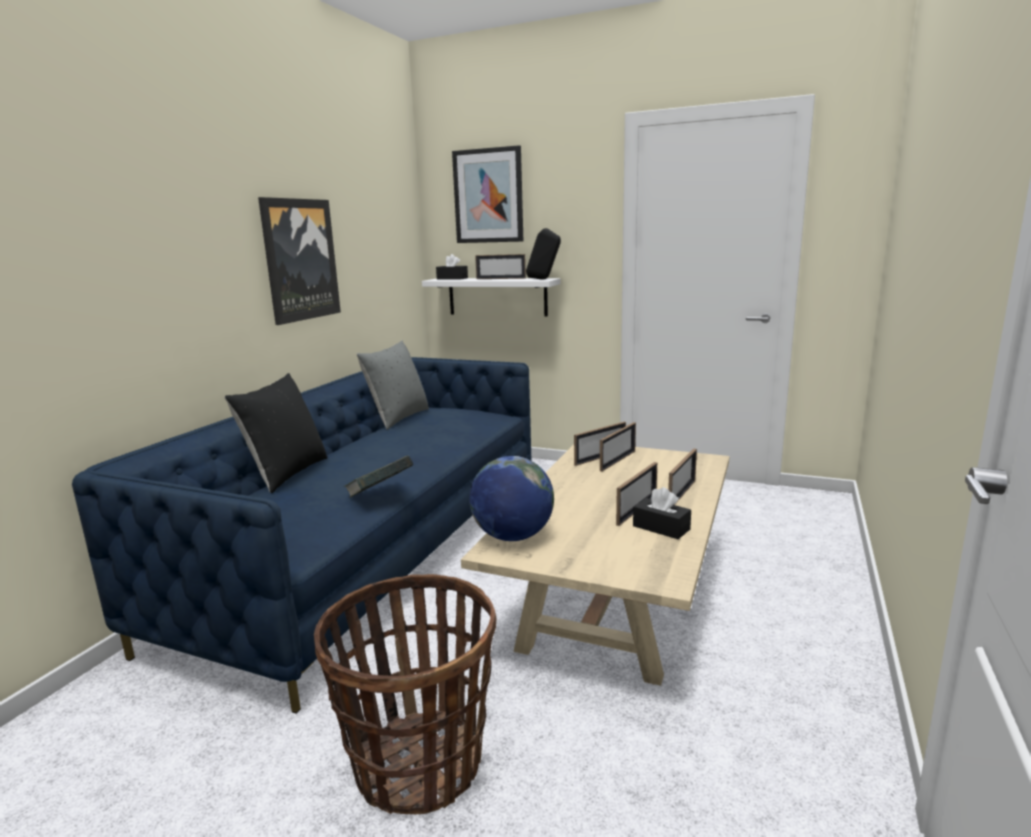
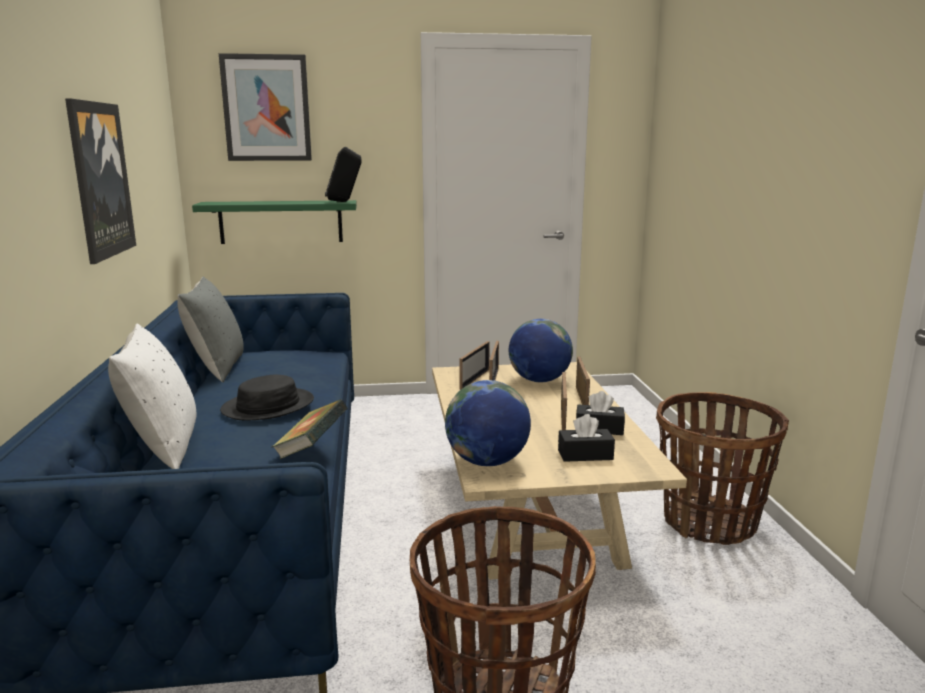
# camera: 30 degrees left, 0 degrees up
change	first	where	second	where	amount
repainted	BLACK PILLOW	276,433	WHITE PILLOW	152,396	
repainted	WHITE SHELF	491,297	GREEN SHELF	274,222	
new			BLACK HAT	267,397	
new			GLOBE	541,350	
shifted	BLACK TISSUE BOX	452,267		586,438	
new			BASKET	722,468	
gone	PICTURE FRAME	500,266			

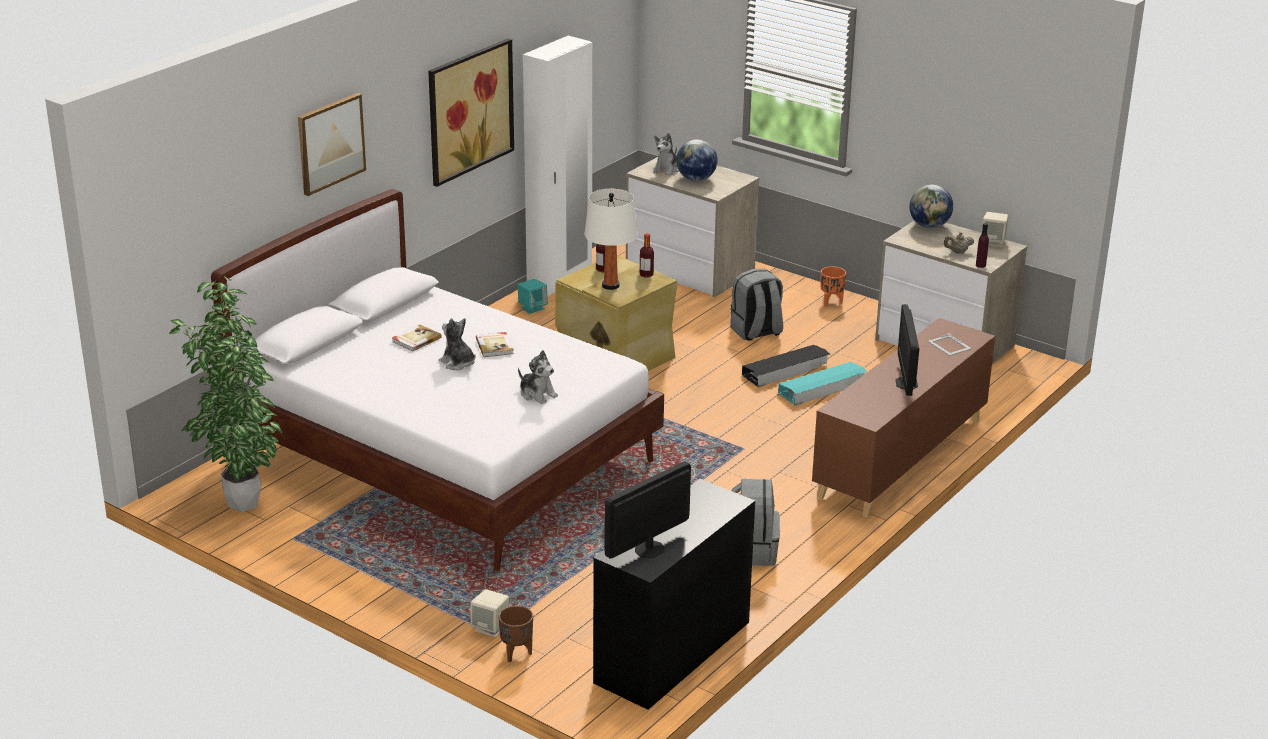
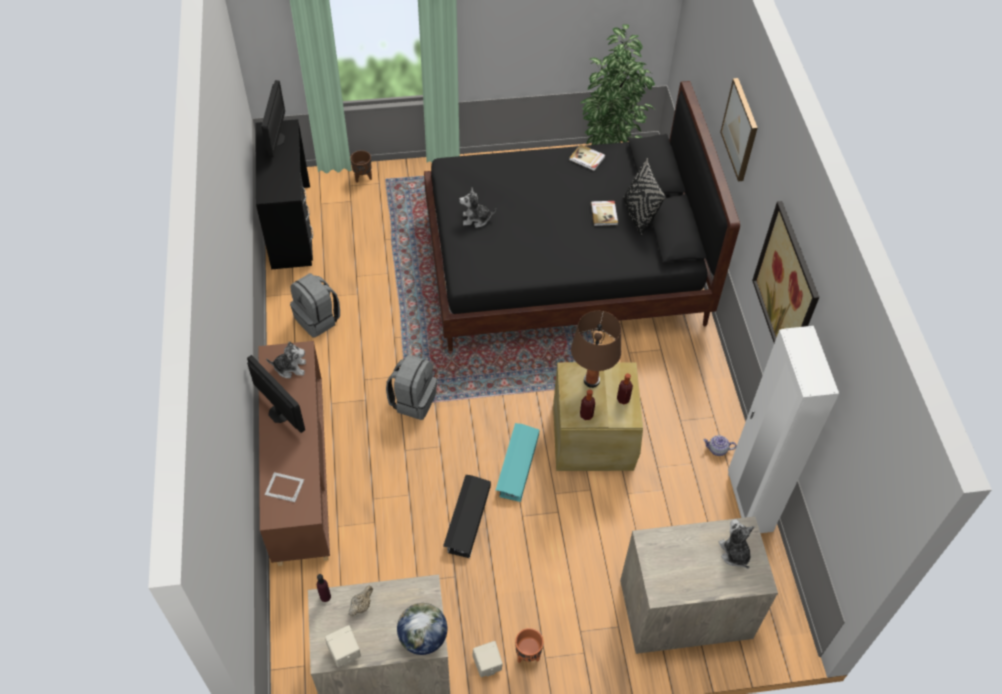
# camera: 135 degrees right, 25 degrees up
change	first	where	second	where	amount
shifted	PLUSH TOY	457,344		286,360	
shifted	GREY BACKPACK	756,305		411,387	
repainted	WHITE BED	437,380	BLACK BED	582,216	
shifted	BEIGE SPEAKER	489,613		487,659	
shifted	TURQUOISE STORAGE BOX	823,384		518,462	
shifted	BOOK	495,344		587,157	
repainted	WHITE TABLE LAMP	611,239	BROWN TABLE LAMP	596,349	
new			BLACK PILLOW	644,197	
swapped	TURQUOISE SPEAKER	532,296	TEAPOT	720,445	
gone	GLOBE	697,160			

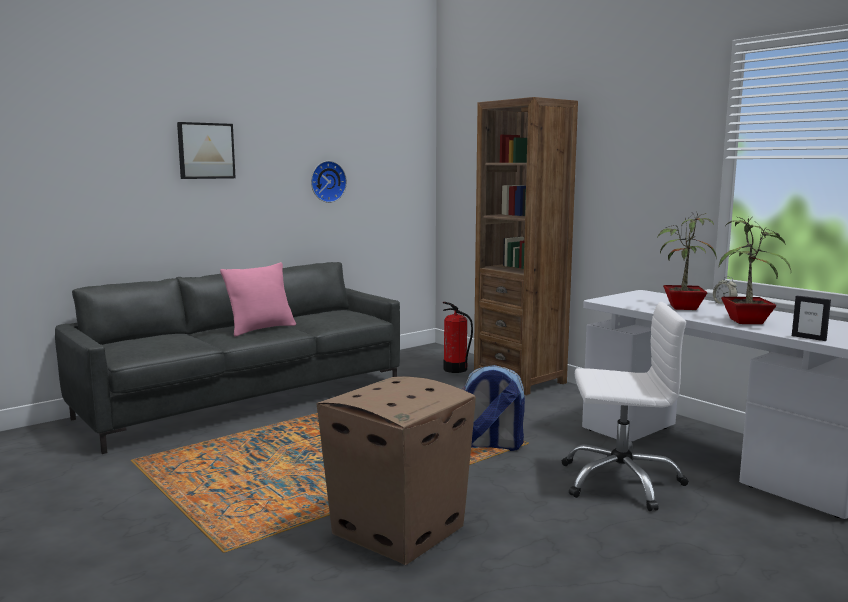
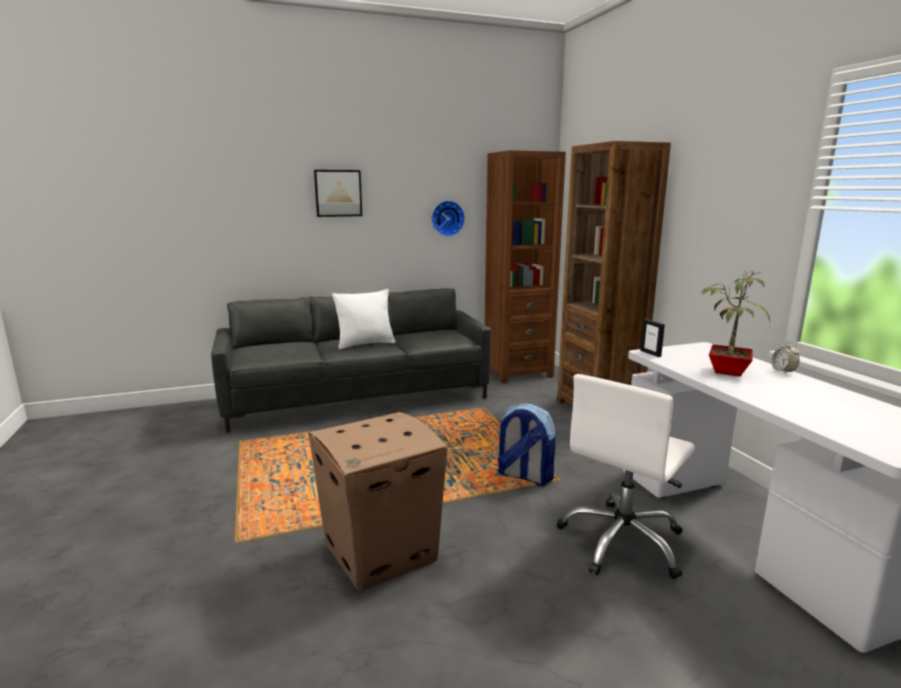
# camera: 20 degrees right, 5 degrees up
change	first	where	second	where	amount
repainted	PINK PILLOW	258,299	WHITE PILLOW	363,319	
new			BROWN BOOKCASE	525,266	
rotated	WHITE OFFICE CHAIR	625,406		626,476	105 degrees clockwise
shifted	PICTURE FRAME	811,318		652,338	
gone	FIRE EXTINGUISHER	458,337			
gone	POTTED PLANT	755,270			

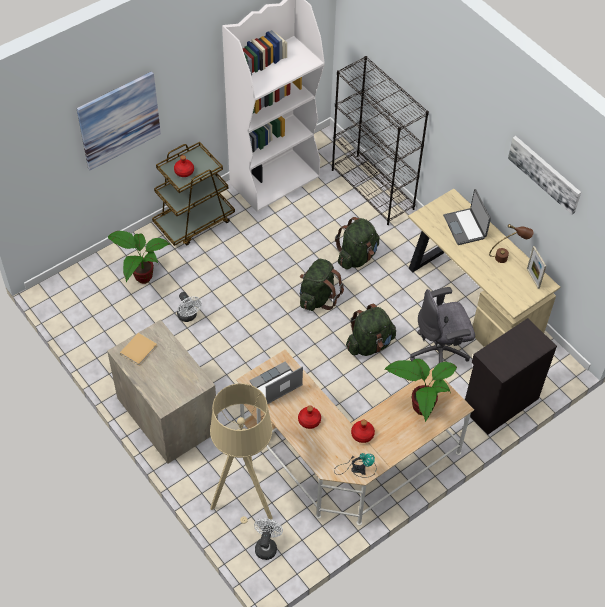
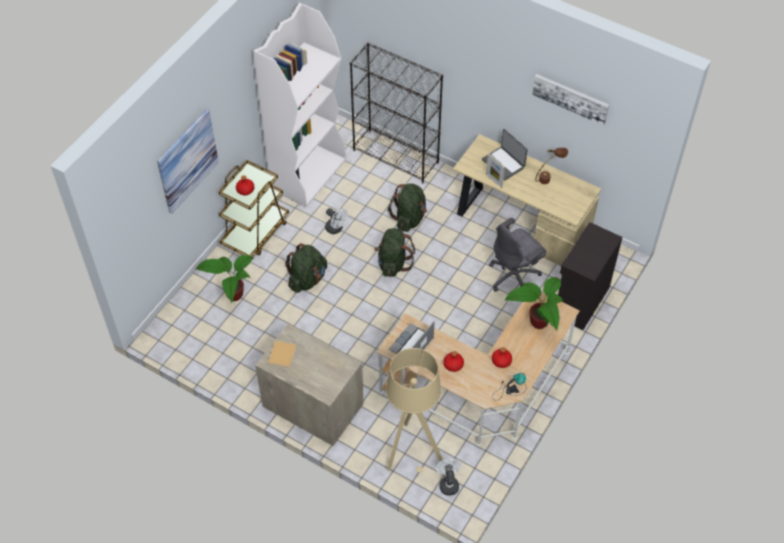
# camera: 20 degrees left, 0 degrees up
change	first	where	second	where	amount
shifted	GREEN BACKPACK	371,330		306,268	
shifted	WHITE FAN	189,307		336,221	
shifted	PICTURE FRAME	536,267		495,171	

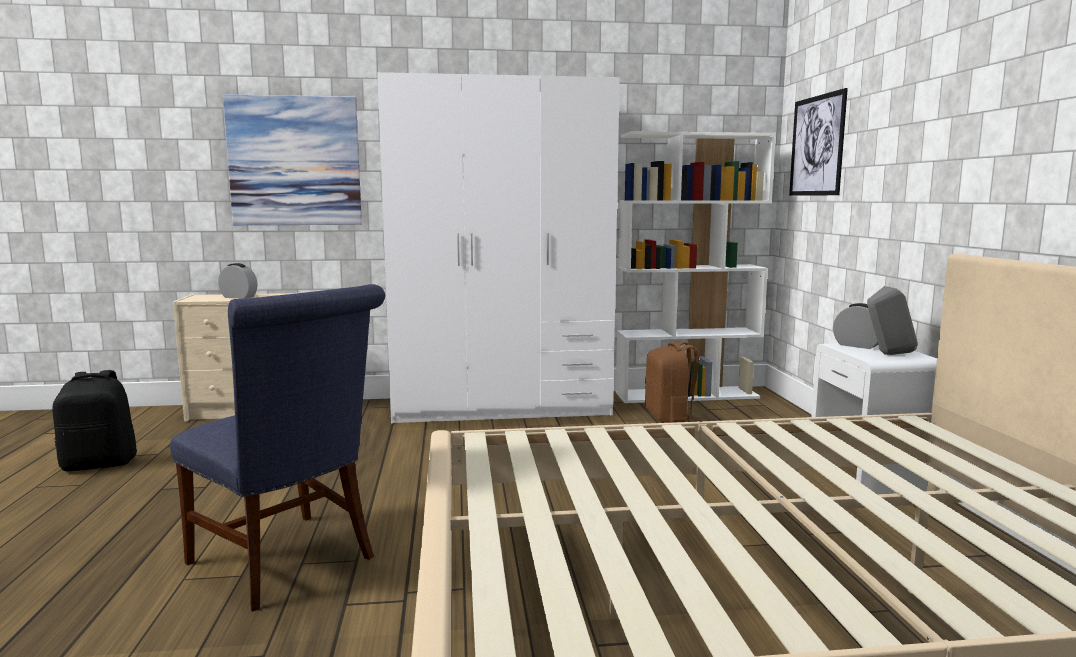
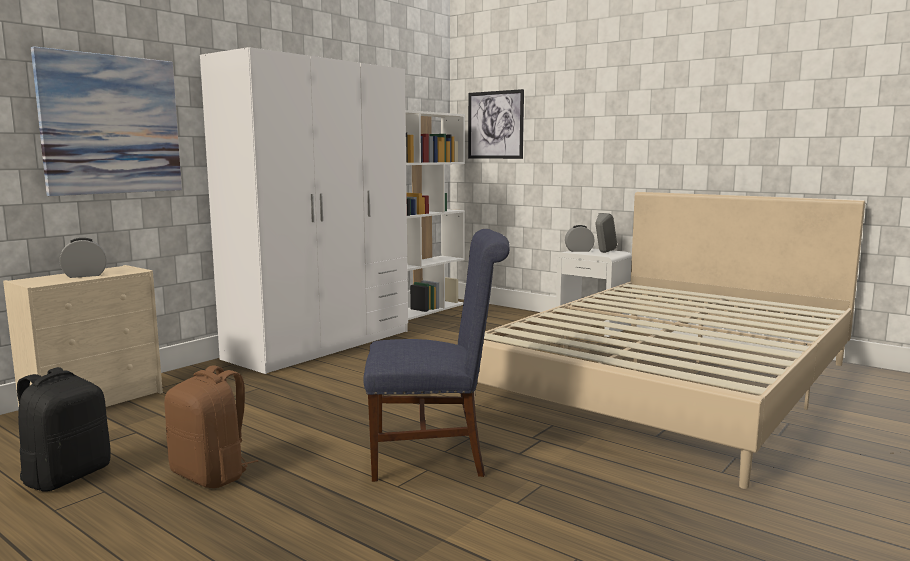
# camera: 45 degrees left, 0 degrees up
change	first	where	second	where	amount
shifted	BROWN BACKPACK	675,382		211,426	

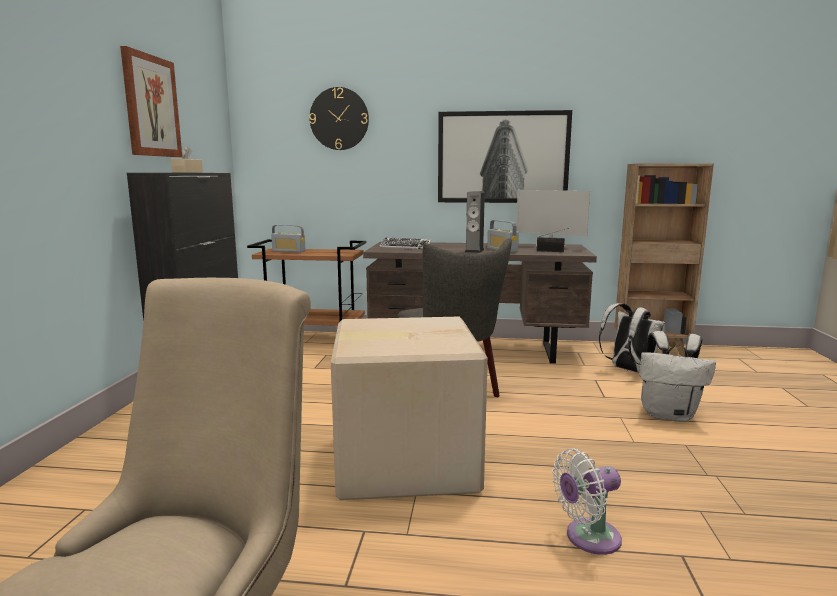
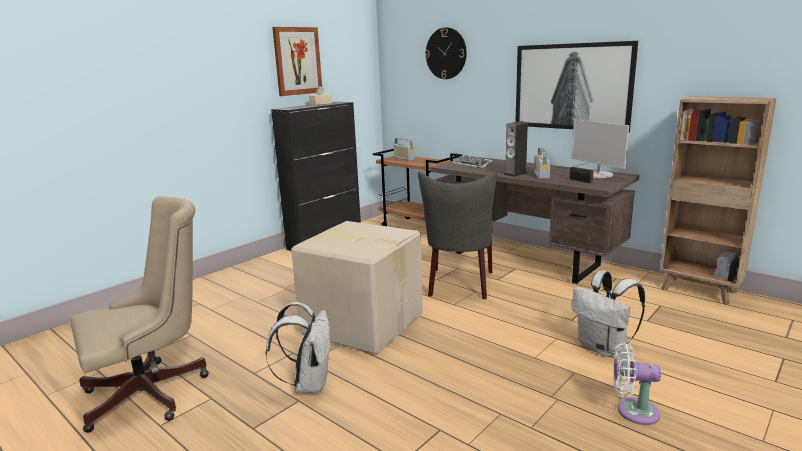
# camera: 35 degrees right, 5 degrees up
change	first	where	second	where	amount
shifted	WHITE BACKPACK	632,338		299,348	
shifted	WHITE FAN	587,501		637,384	

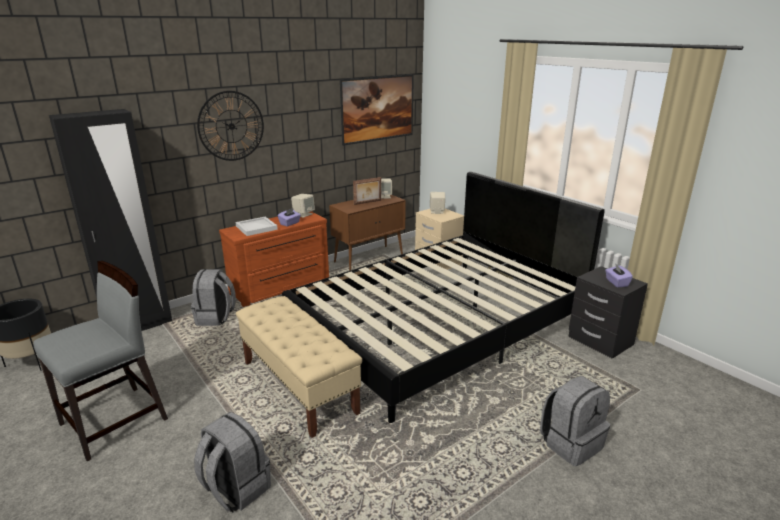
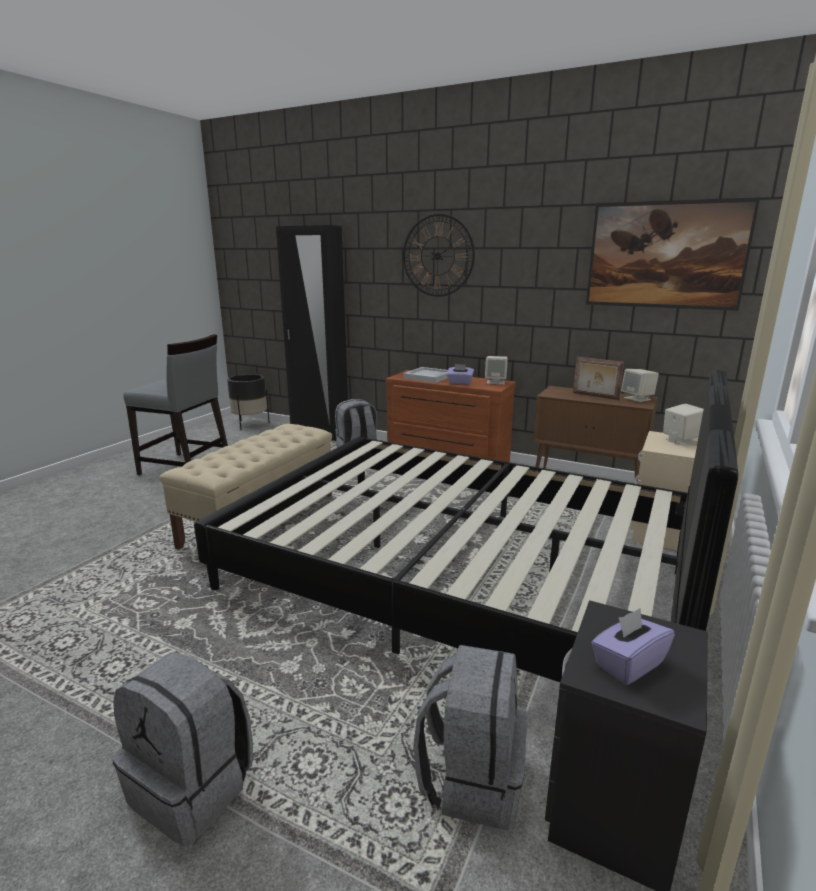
# camera: 65 degrees right, 5 degrees down
change	first	where	second	where	amount
shifted	GREY BACKPACK	232,462		470,737	

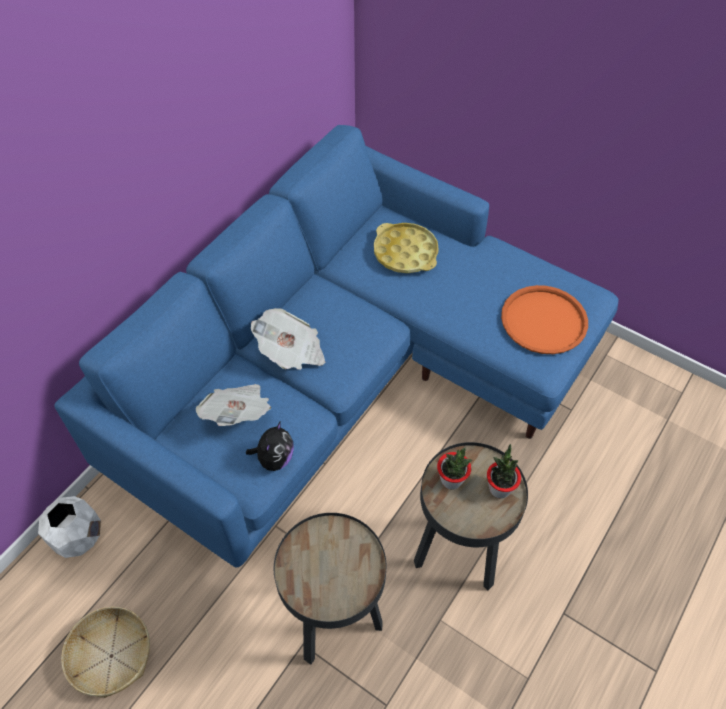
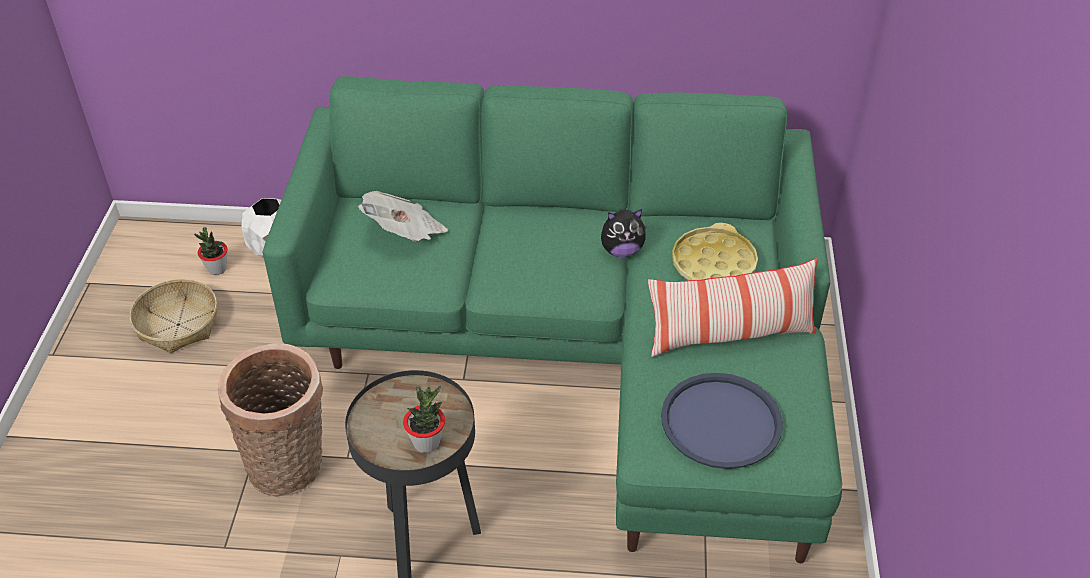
# camera: 60 degrees right, 10 degrees down
change	first	where	second	where	amount
shifted	POTTED PLANT	454,468		211,251	
swapped	BLACK SIDE TABLE	330,589	BASKET	270,419	
repainted	BLUE SOFA	336,346	GREEN SOFA	552,319	
shifted	PLUSH TOY	270,446		623,233	
new			PILLOW	733,307	
repainted	ORANGE TRAY	544,319	BLUE TRAY	722,421	
gone	NEWSPAPER	288,339			

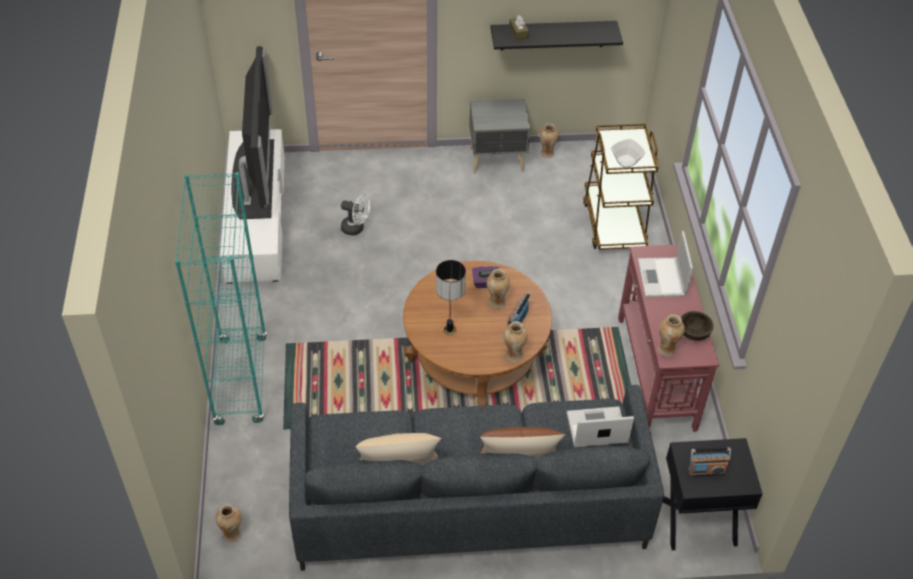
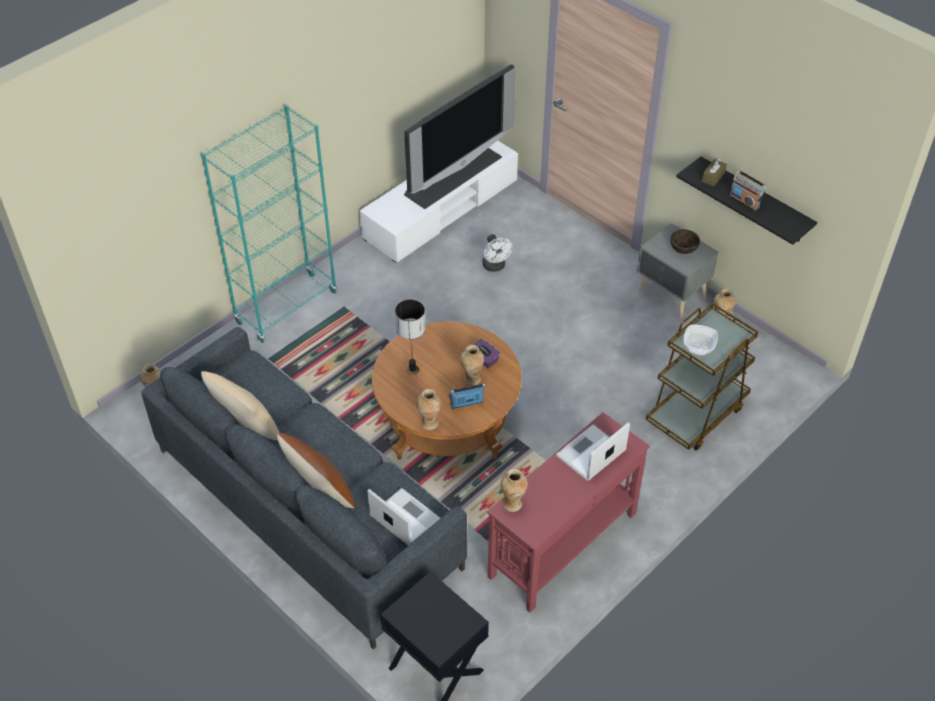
# camera: 50 degrees right, 0 degrees up
change	first	where	second	where	amount
shifted	BROWN BOWL	697,326		685,241	
shifted	RADIO	709,461		748,190	

